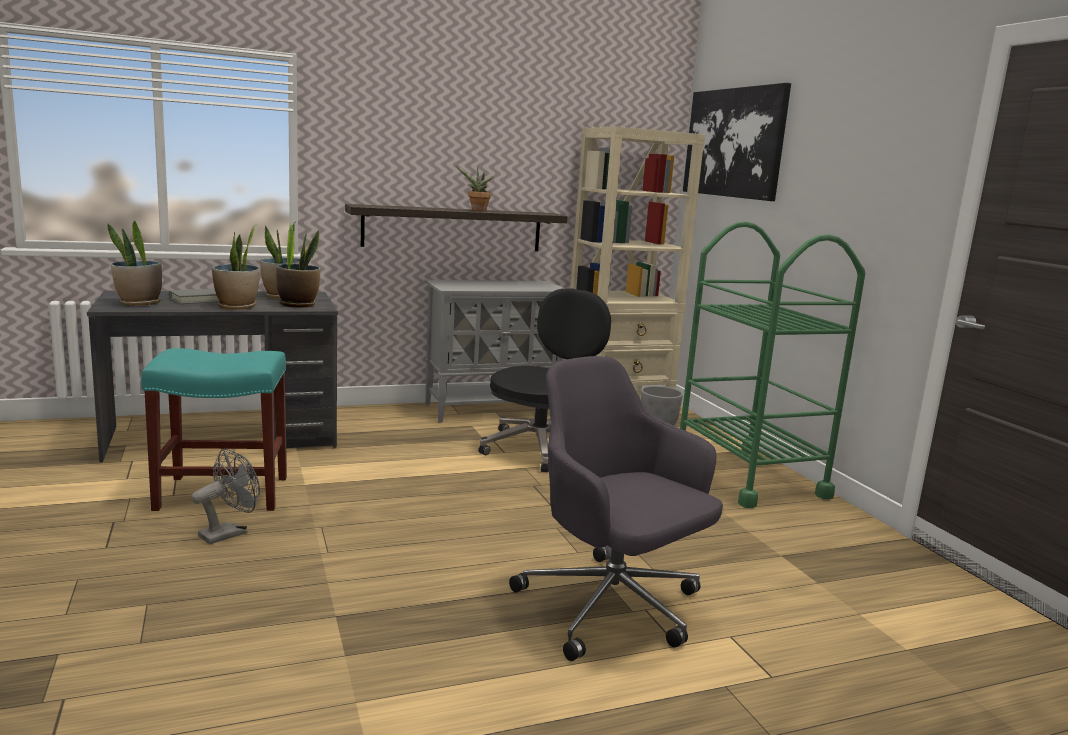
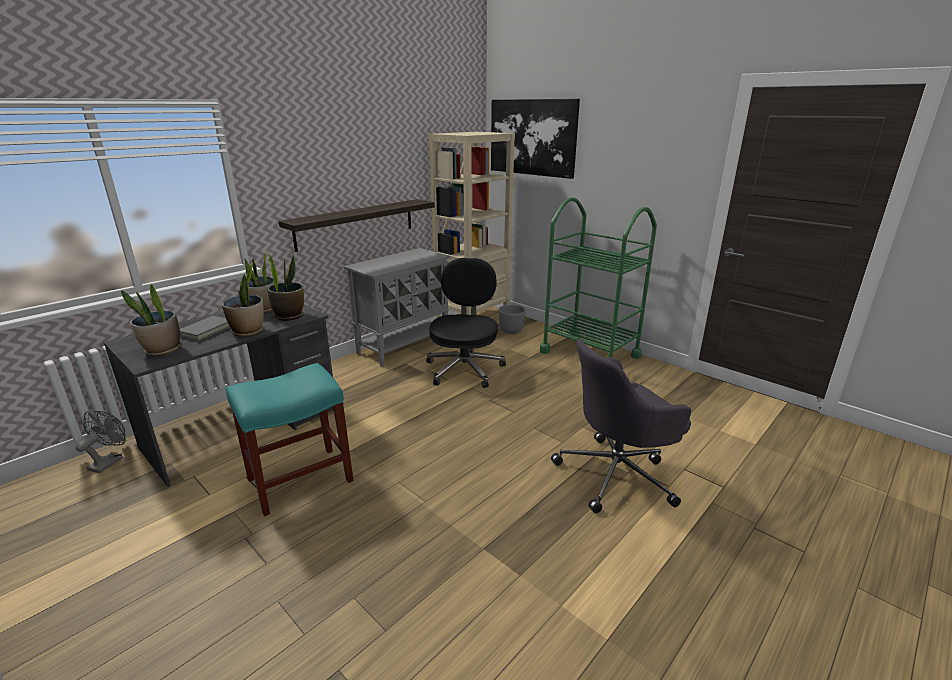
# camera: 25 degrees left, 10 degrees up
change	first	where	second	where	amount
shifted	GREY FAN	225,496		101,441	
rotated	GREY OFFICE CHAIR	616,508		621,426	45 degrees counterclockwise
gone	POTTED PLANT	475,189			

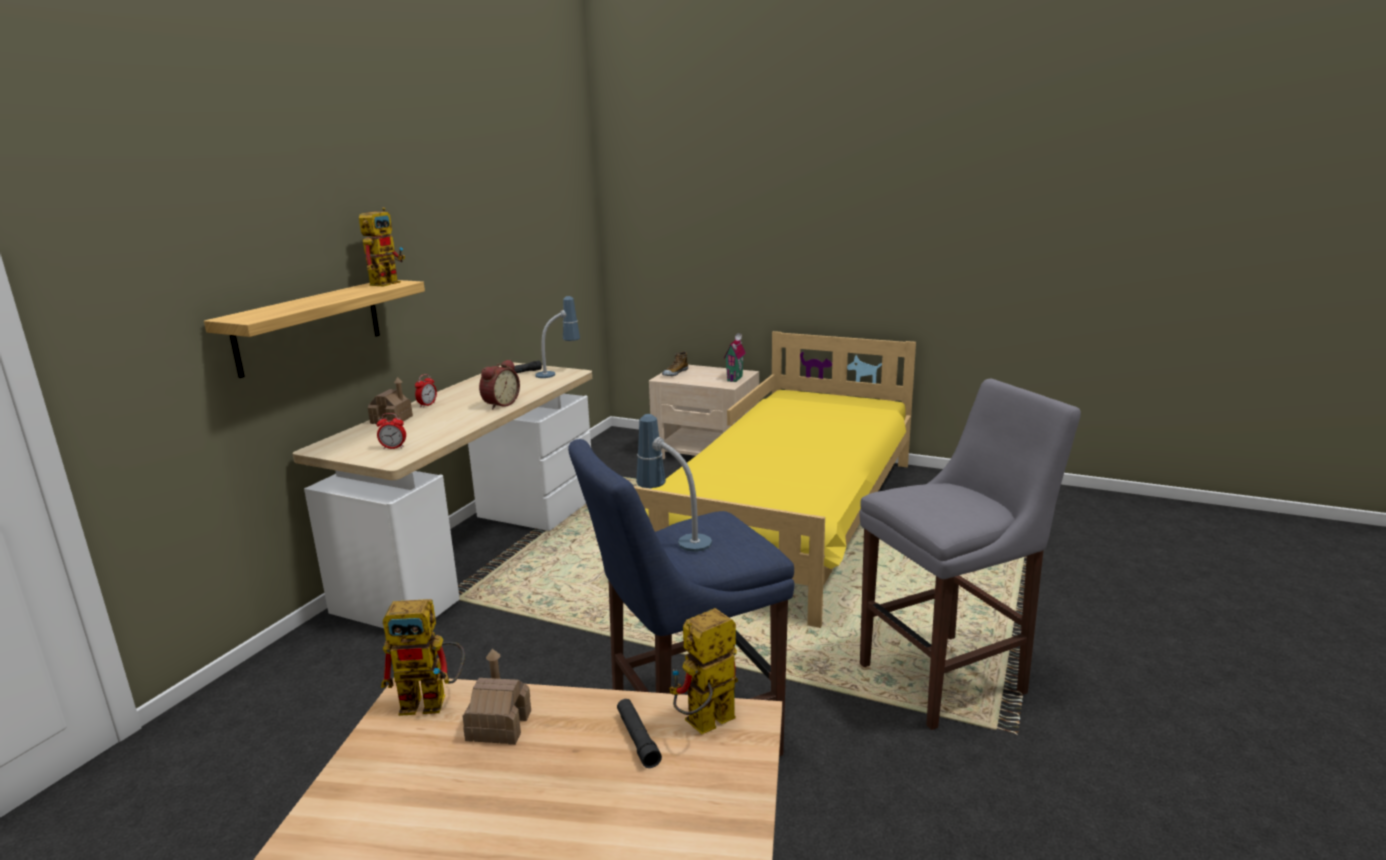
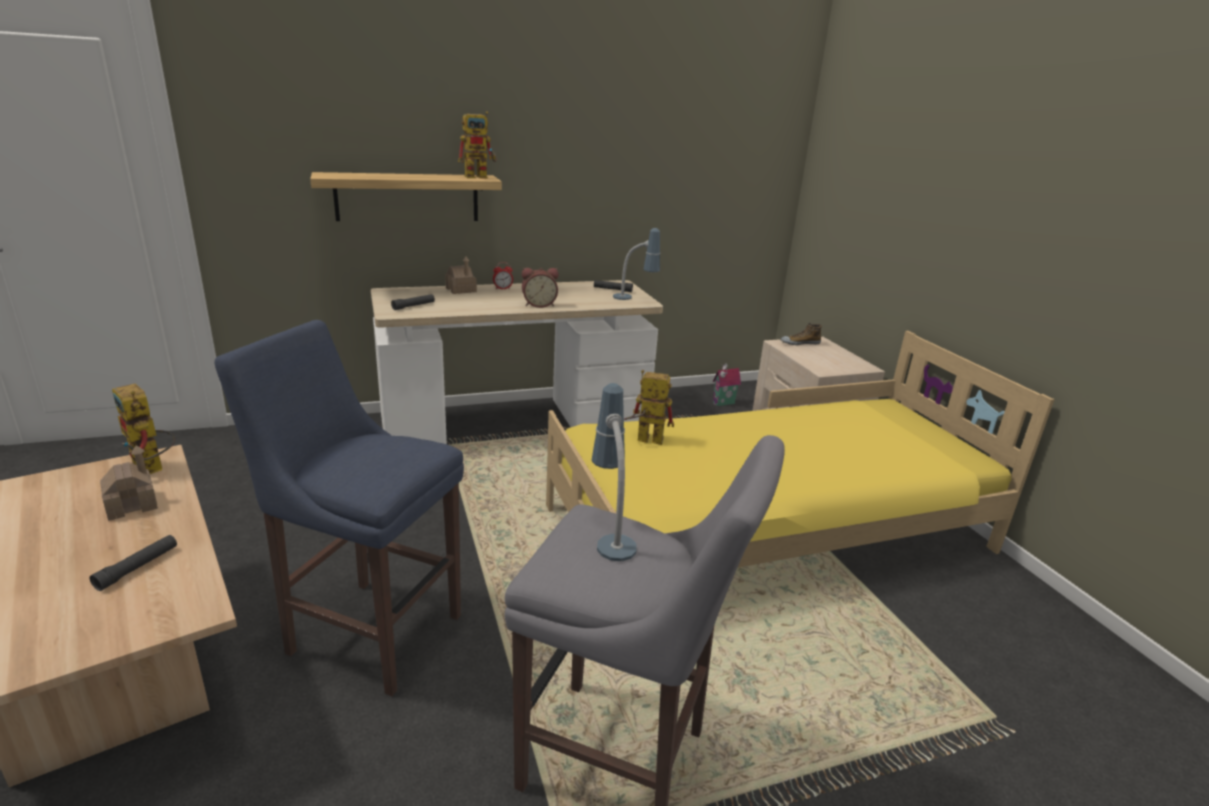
# camera: 45 degrees right, 5 degrees up
change	first	where	second	where	amount
swapped	ALARM CLOCK	391,431	BLACK FLASHLIGHT	413,302	
shifted	TABLE LAMP	674,483		614,472	
shifted	TOY ROBOT	703,671		649,407	
shifted	TOY HOUSE	735,357		726,384	

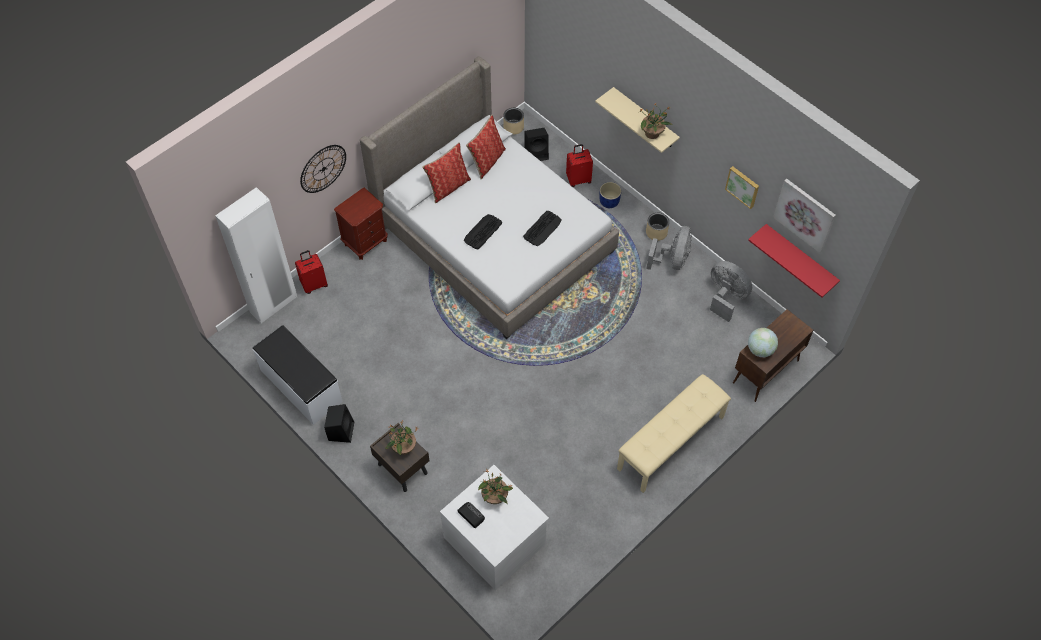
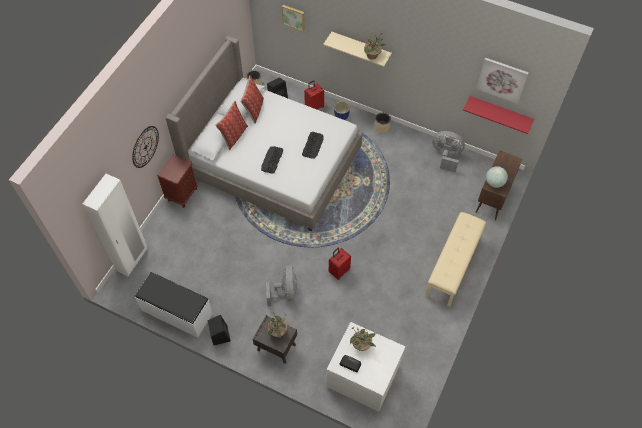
# camera: 20 degrees left, 0 degrees up
change	first	where	second	where	amount
shifted	GREY FAN	669,248		282,285	
shifted	PICTURE	742,187		293,18	
shifted	RED SUITCASE	311,272		340,264	

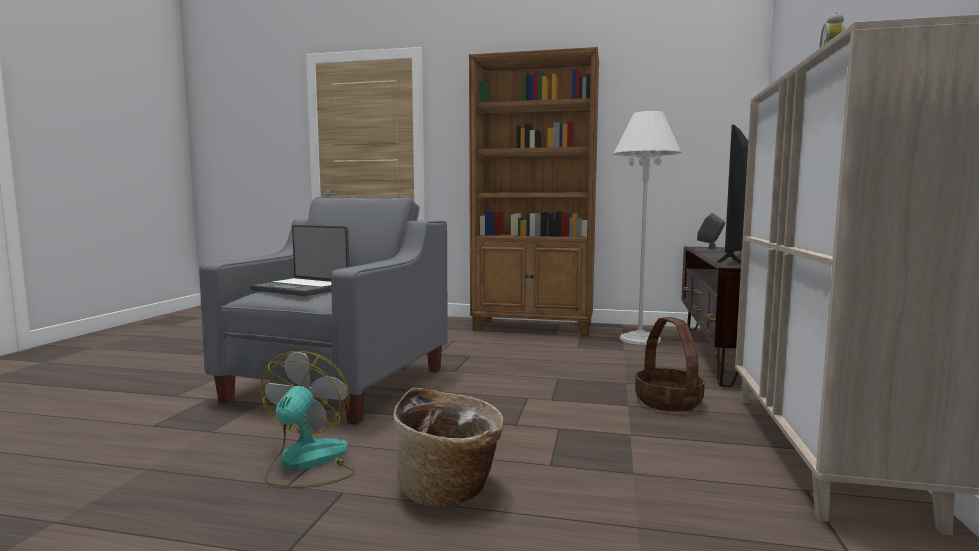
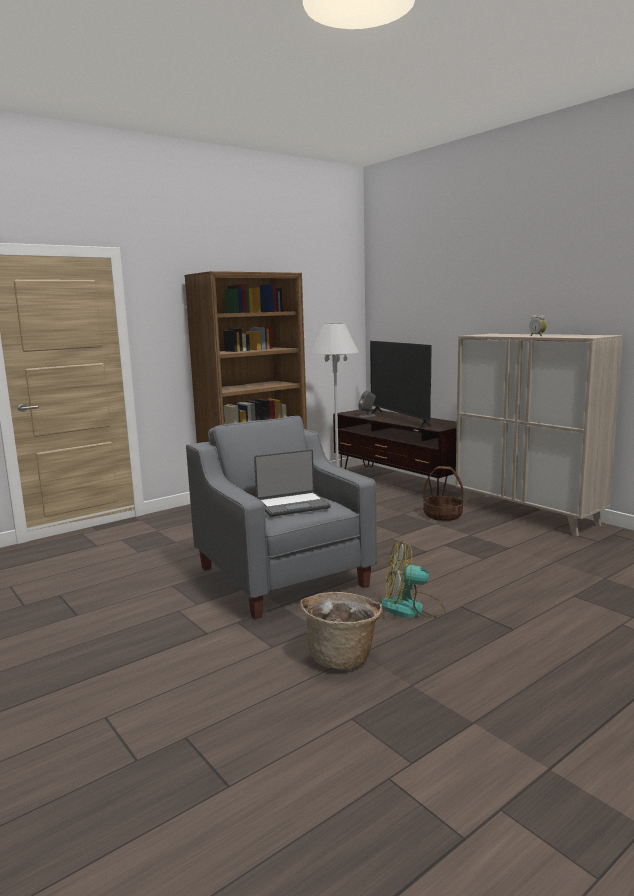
# camera: 50 degrees left, 5 degrees up
change	first	where	second	where	amount
shifted	BASKET	448,448		341,631	
rotated	FAN	307,419		413,579	45 degrees counterclockwise

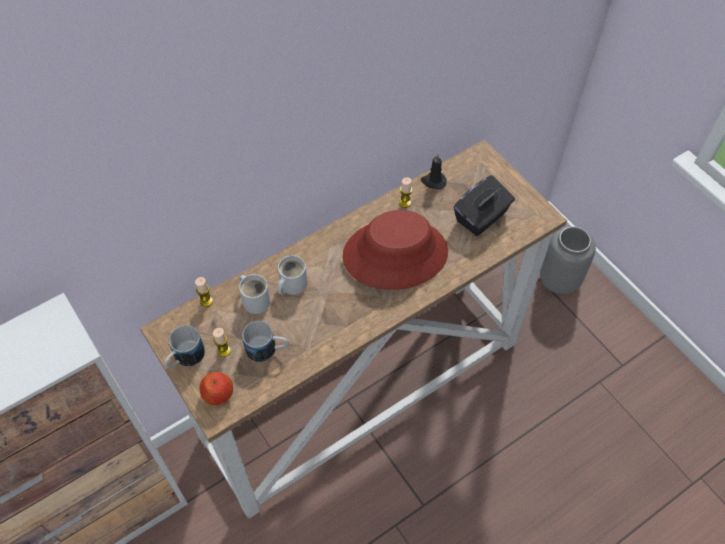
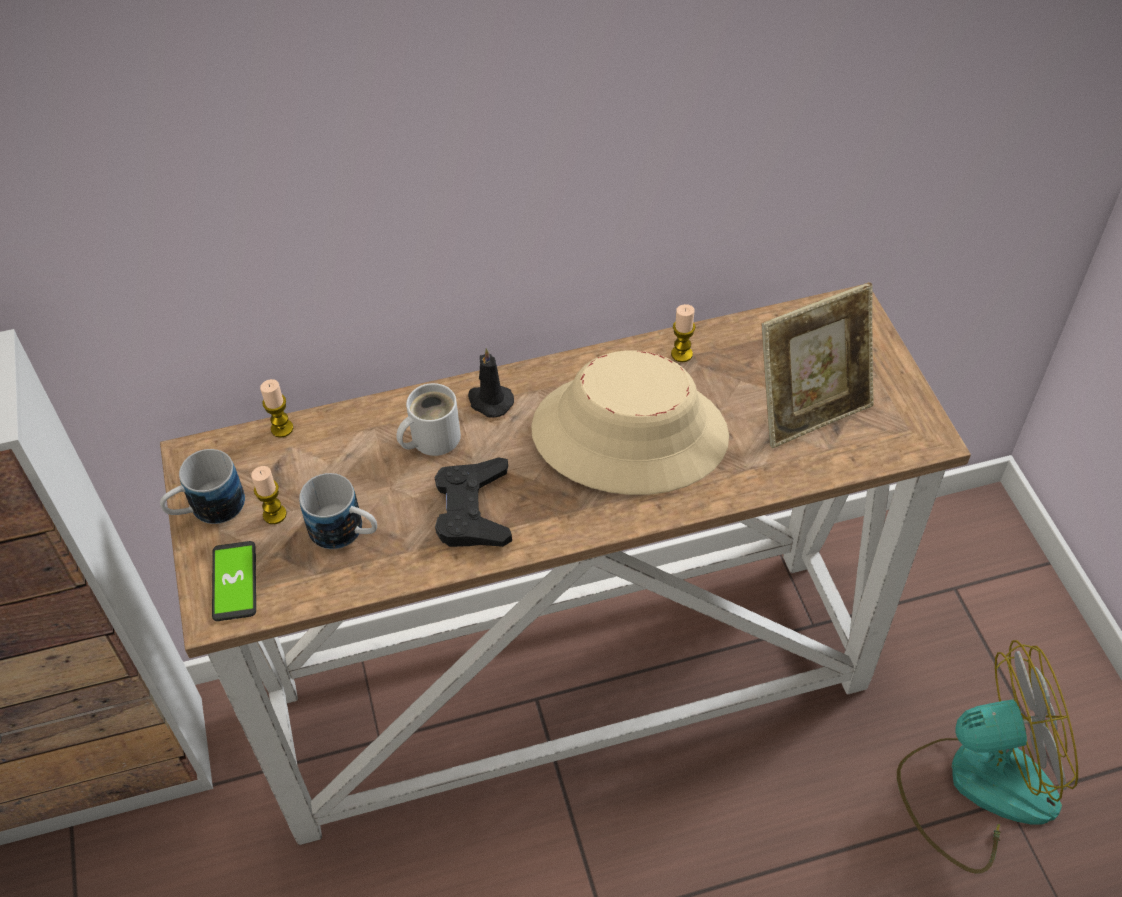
# camera: 20 degrees right, 5 degrees down
change	first	where	second	where	amount
swapped	APPLE	216,388	PHONE	234,581	
new			BLACK GAME CONTROLLER	473,502	
shifted	BLACK CANDLE	434,172		491,383	
repainted	RED HAT	395,250	BEIGE HAT	630,422	
swapped	BLACK TISSUE BOX	484,205	PICTURE FRAME	818,365	
new			FAN	987,757	
gone	WHITE MUG	254,294			
gone	GREY VASE	568,260			

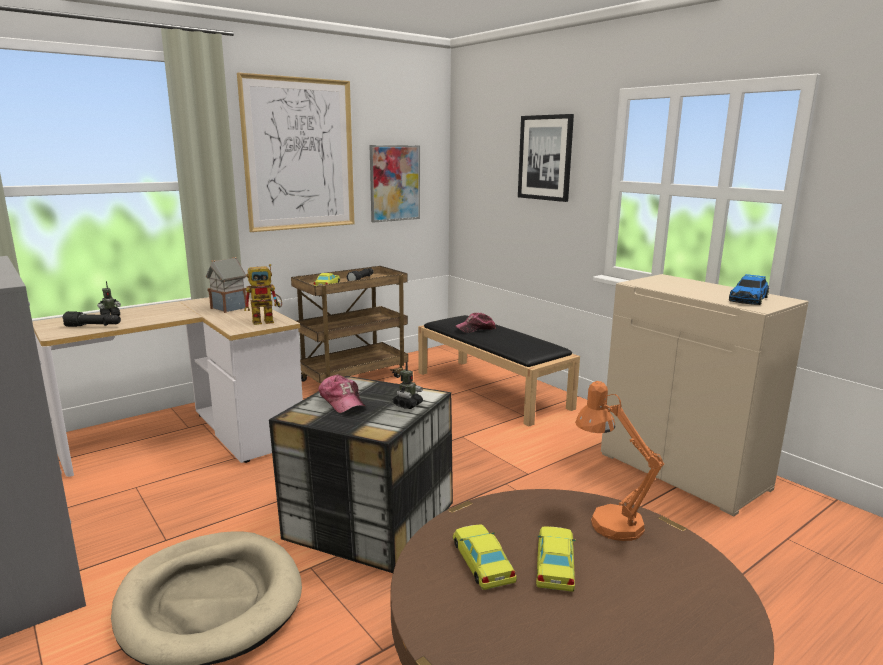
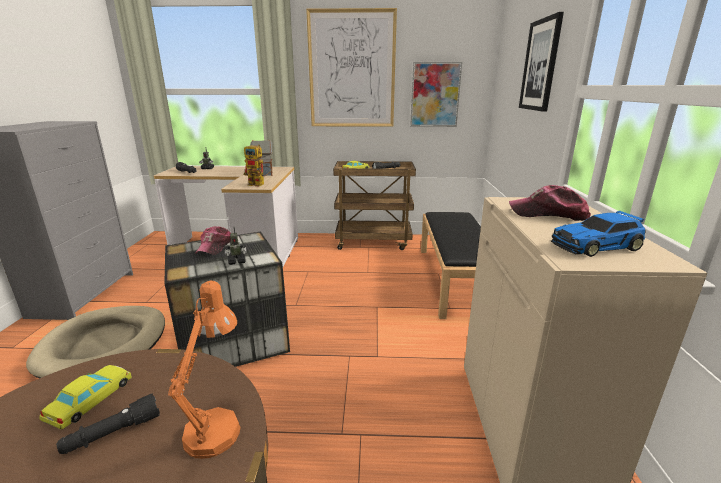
# camera: 40 degrees right, 5 degrees up
change	first	where	second	where	amount
swapped	YELLOW TOY CAR	556,559	BLACK FLASHLIGHT	108,423	
shifted	CAP	475,323		550,203	

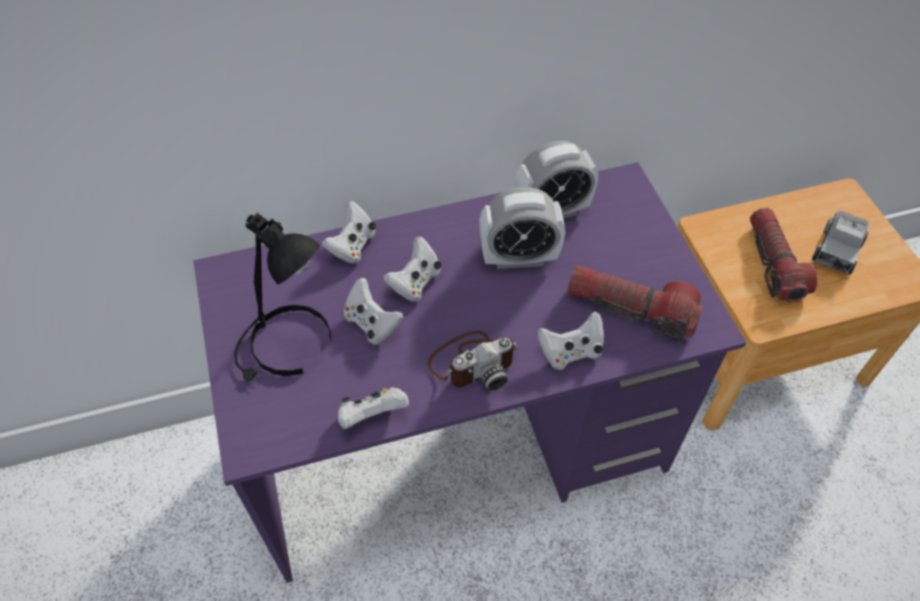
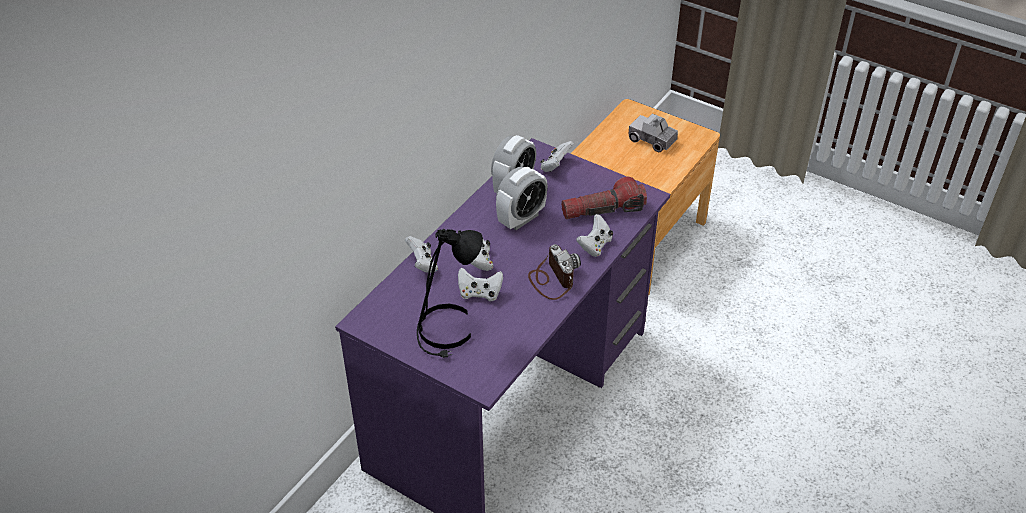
# camera: 40 degrees left, 10 degrees down
change	first	where	second	where	amount
rotated	PHOTO CAMERA	472,360		554,272	45 degrees counterclockwise
shifted	WHITE GAME CONTROLLER	373,408		557,156	
rotated	TOY TRUCK	841,242		653,132	135 degrees clockwise
gone	FLASHLIGHT	784,255			

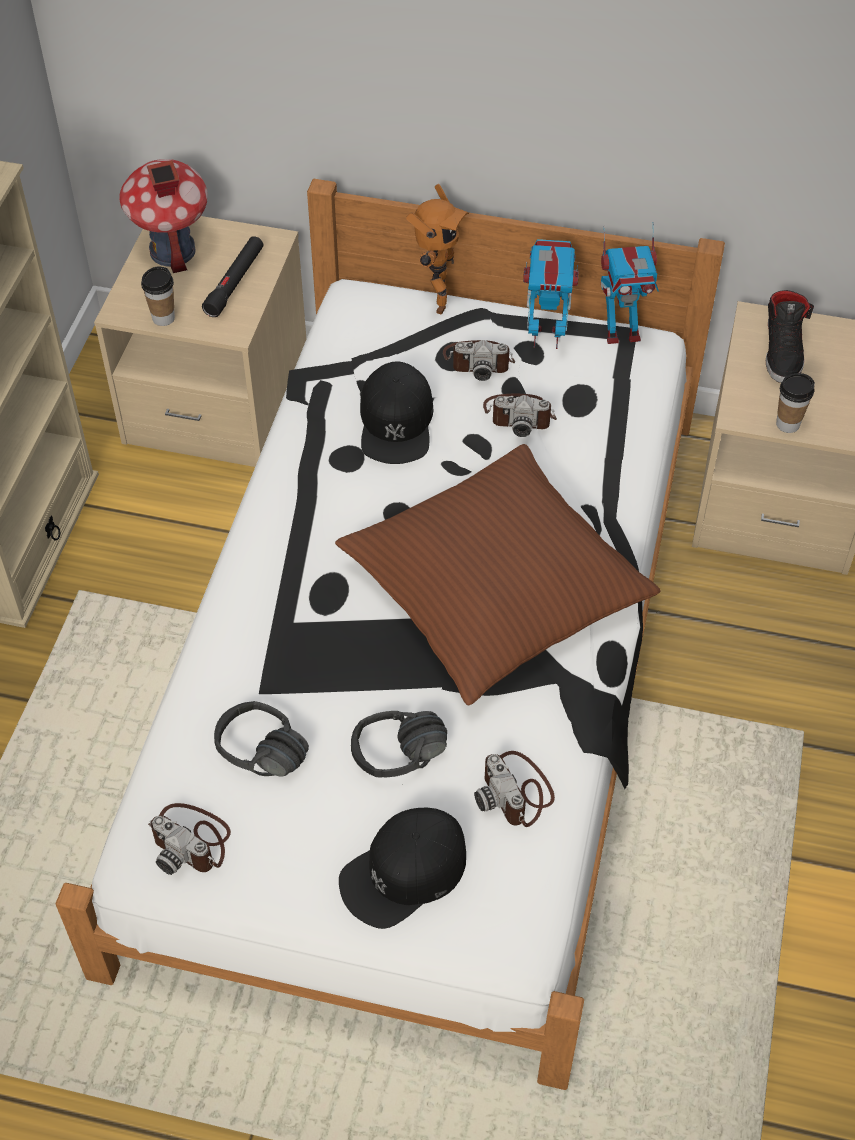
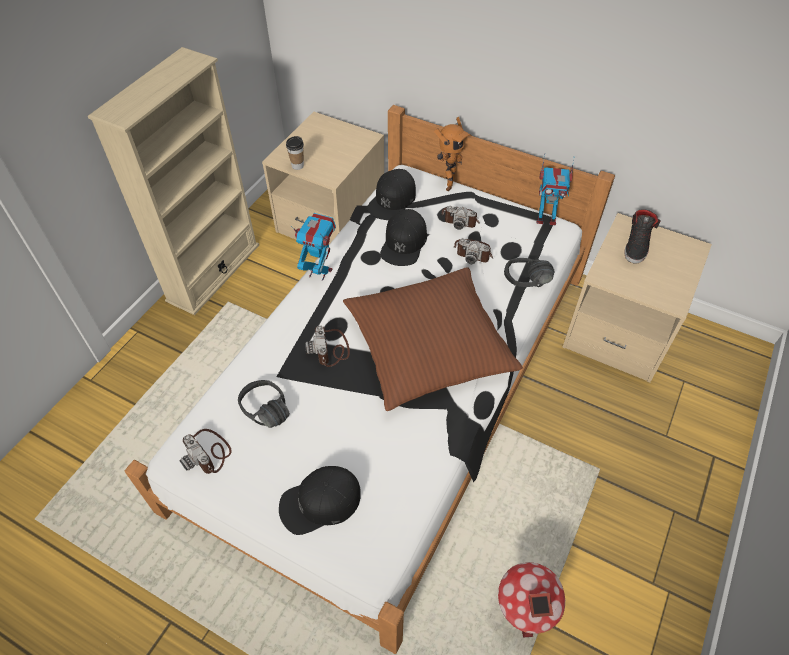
# camera: 15 degrees right, 0 degrees up
change	first	where	second	where	amount
shifted	TOY ROBOT	551,294		313,247	
shifted	PHOTO CAMERA	514,789		327,346	
new			BLACK CAP	391,194	
shifted	TOY HOUSE	163,216		531,600	
shifted	BLACK HEADPHONES	399,744		529,272	
gone	BLACK FLASHLIGHT	232,276			
gone	CUP	795,403			

